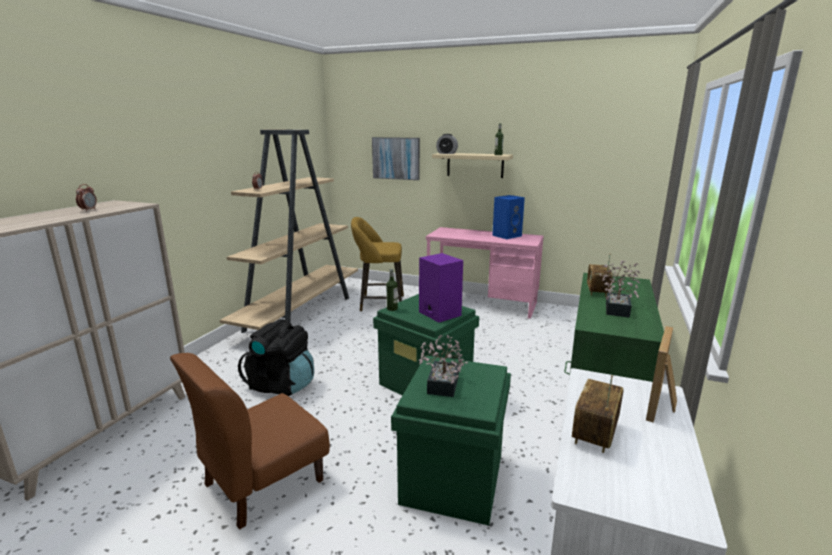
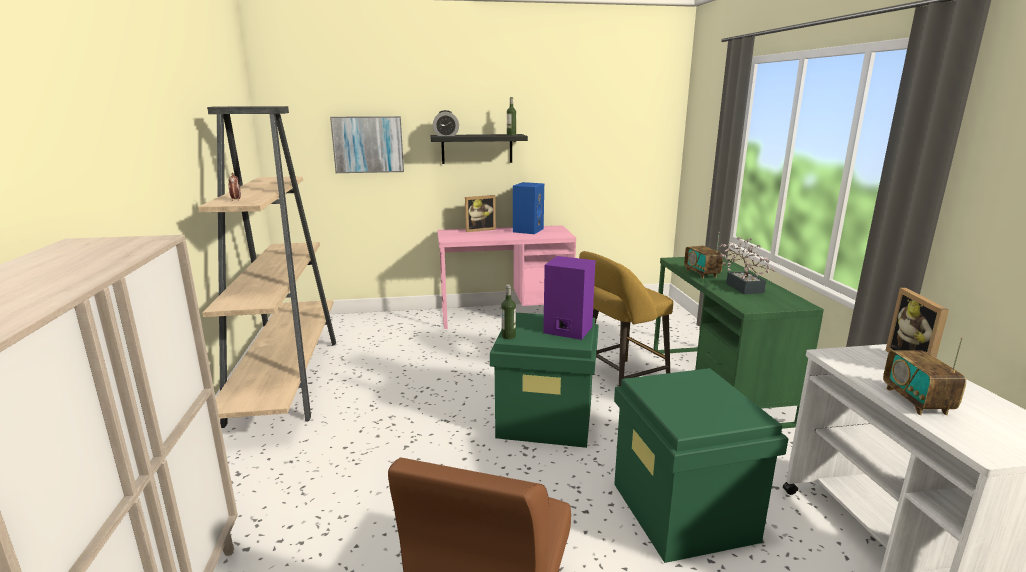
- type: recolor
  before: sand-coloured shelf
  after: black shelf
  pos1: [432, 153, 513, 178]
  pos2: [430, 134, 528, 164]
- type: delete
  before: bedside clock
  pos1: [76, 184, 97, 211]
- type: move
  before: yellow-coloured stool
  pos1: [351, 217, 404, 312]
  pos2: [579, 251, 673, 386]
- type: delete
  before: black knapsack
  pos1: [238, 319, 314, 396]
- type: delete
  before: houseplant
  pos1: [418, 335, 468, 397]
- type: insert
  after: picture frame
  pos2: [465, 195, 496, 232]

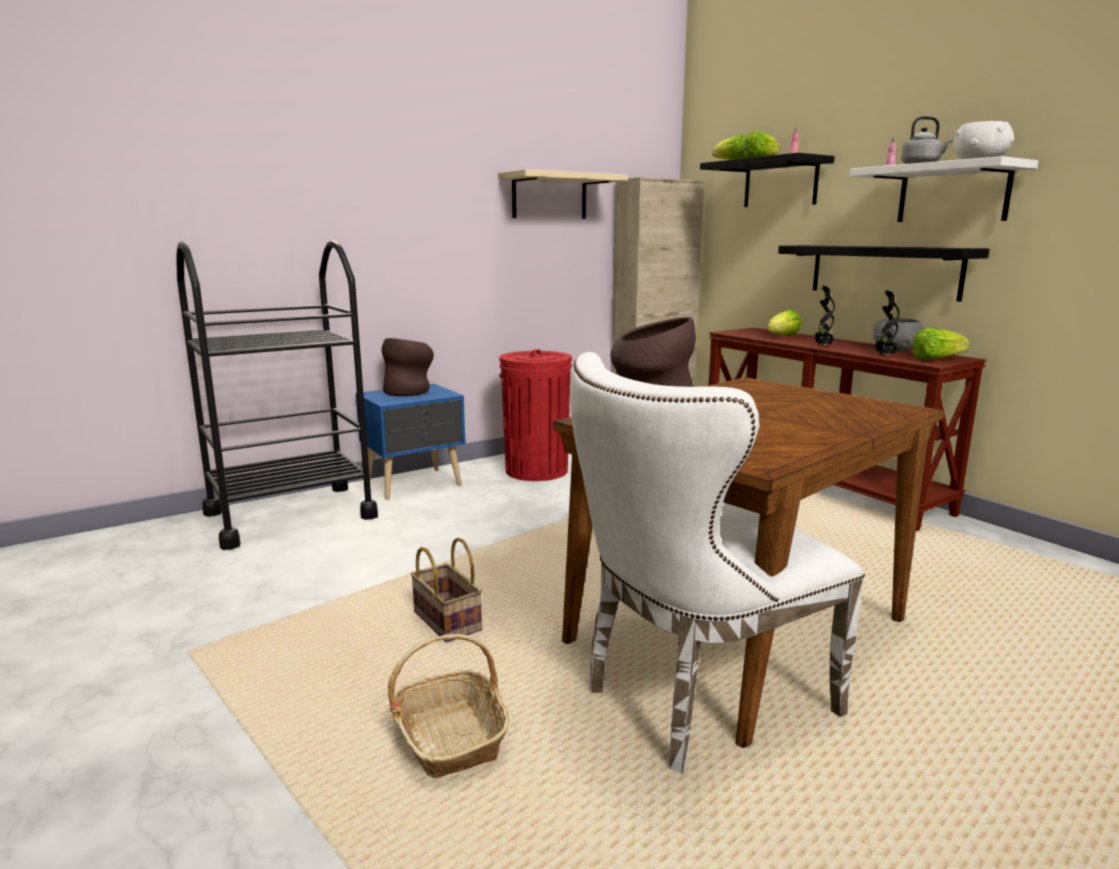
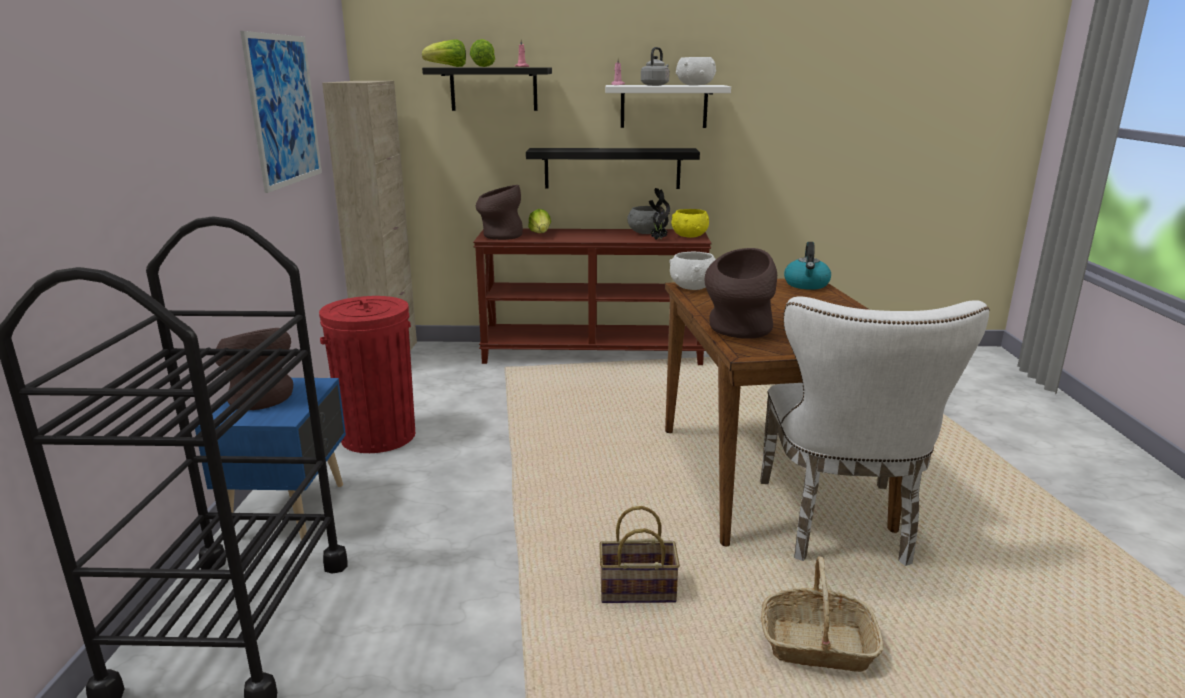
- type: replace
  before: sand-coloured shelf
  after: wall picture
  pos1: [498, 169, 628, 219]
  pos2: [240, 31, 322, 193]
- type: delete
  before: houseplant
  pos1: [814, 286, 835, 346]
- type: replace
  before: lettuce
  after: yellow-coloured deep dish
  pos1: [912, 328, 970, 360]
  pos2: [671, 209, 709, 238]
- type: insert
  after: brownish flower vase
  pos2: [476, 185, 523, 240]
- type: insert
  after: tea kettle
  pos2: [784, 242, 831, 290]
- type: insert
  after: white-coloured deep dish
  pos2: [669, 252, 716, 290]

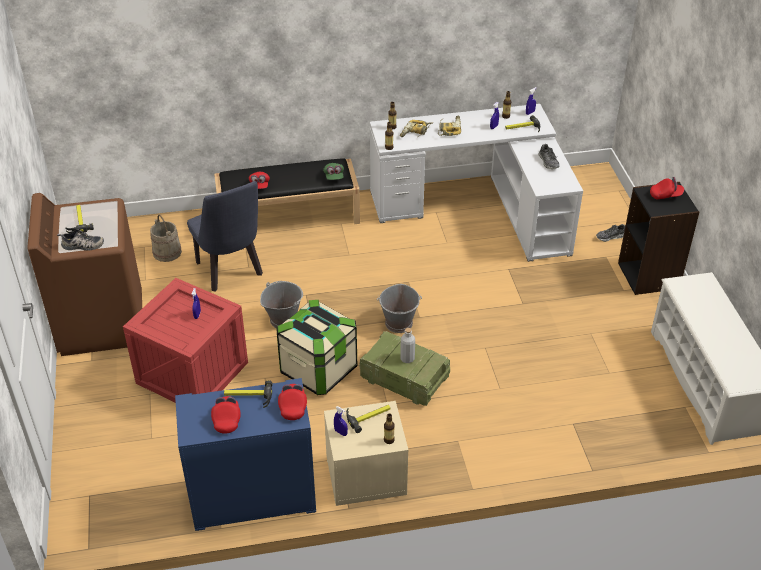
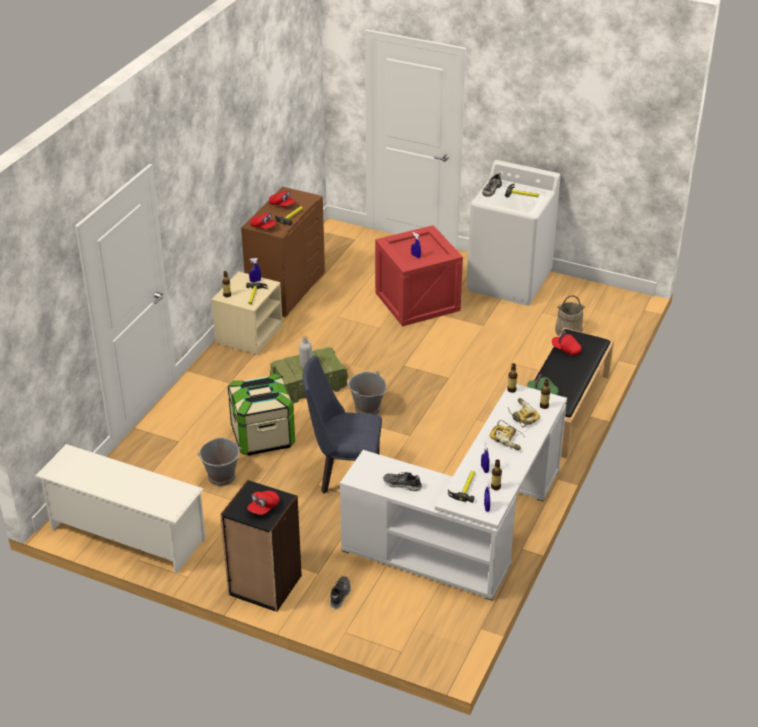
- type: move
  before: blue plain chair
  pos1: [187, 181, 263, 292]
  pos2: [302, 355, 382, 493]
- type: recolor
  before: brownish laundry appliance
  after: white-coloured laundry appliance
  pos1: [27, 193, 142, 356]
  pos2: [467, 160, 561, 306]
- type: move
  before: grey bucket
  pos1: [260, 281, 303, 328]
  pos2: [197, 437, 242, 486]
- type: move
  before: storage bin
  pos1: [276, 300, 357, 395]
  pos2: [228, 373, 295, 456]
- type: recolor
  before: blue chest of drawers
  after: brownish chest of drawers
  pos1: [175, 378, 316, 531]
  pos2: [241, 187, 325, 318]

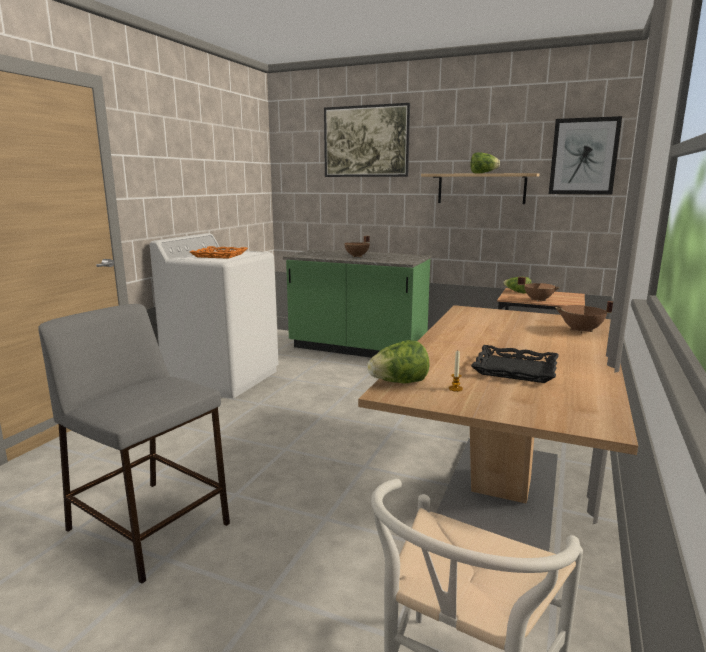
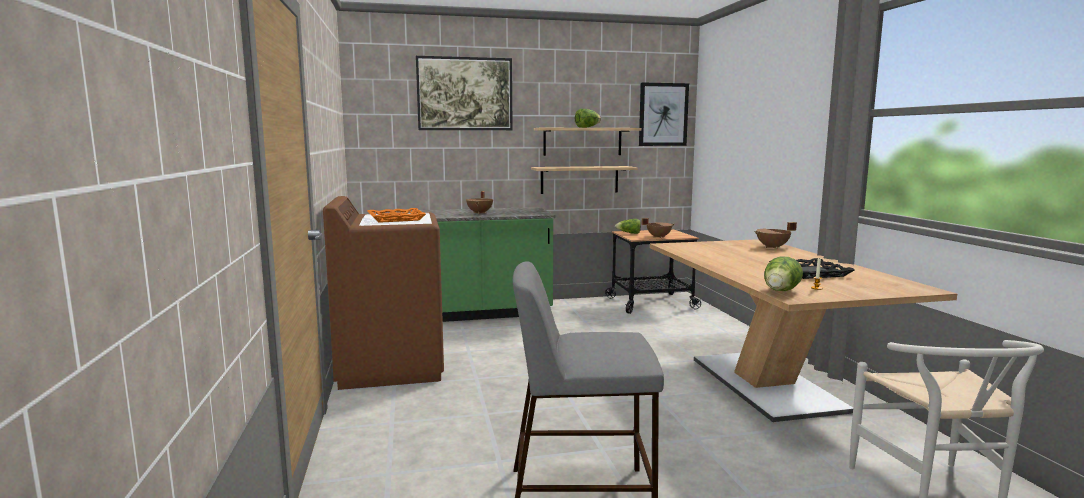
- type: recolor
  before: white-coloured laundry appliance
  after: brownish laundry appliance
  pos1: [150, 233, 278, 398]
  pos2: [323, 196, 444, 390]
- type: insert
  after: shelf
  pos2: [531, 166, 638, 194]

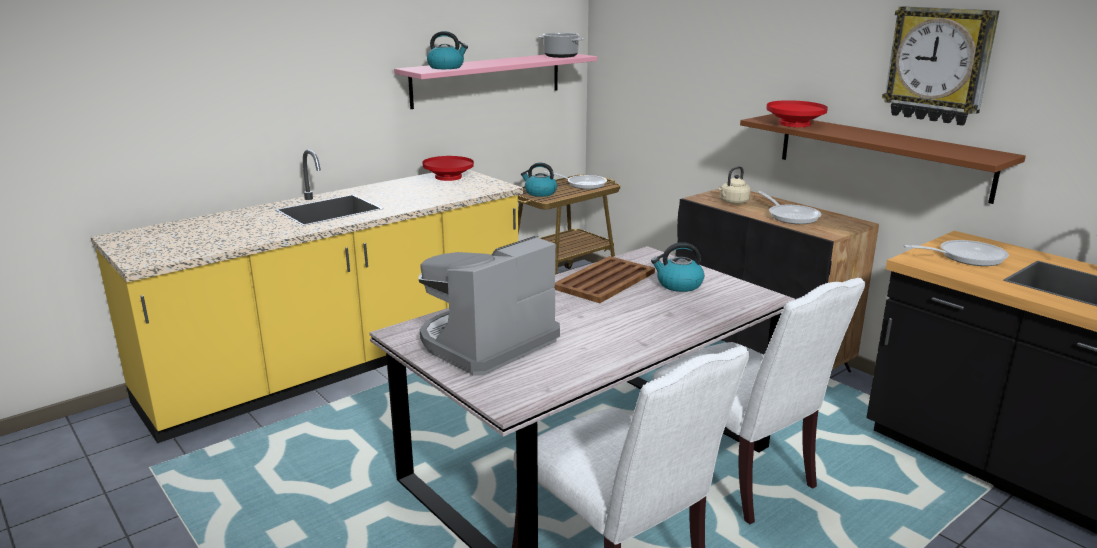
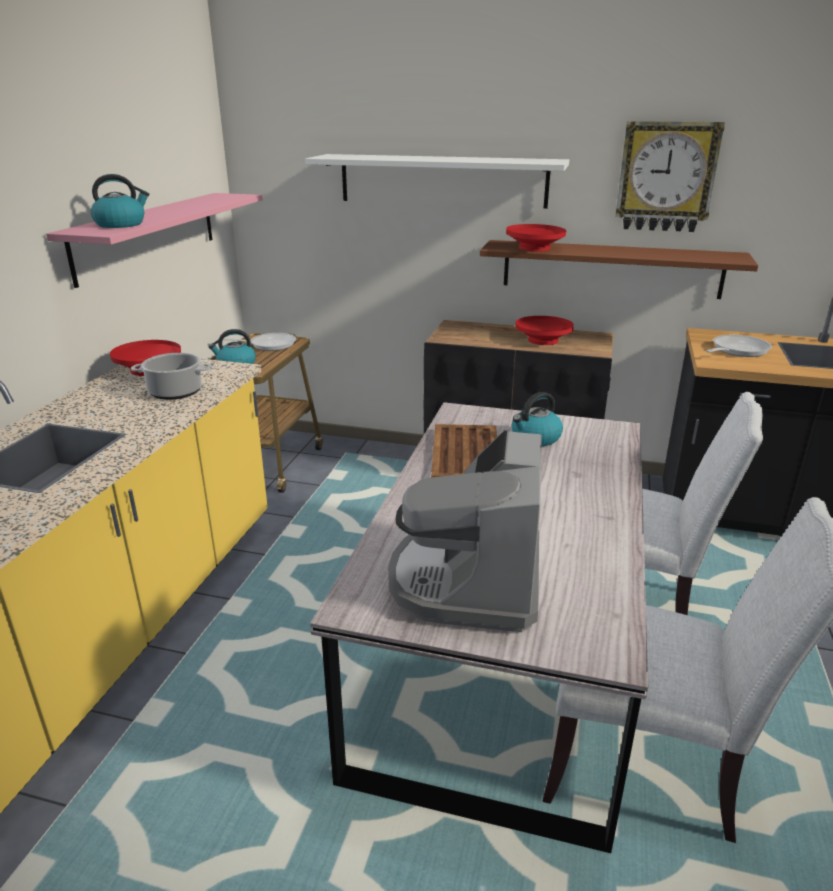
- type: move
  before: cooking pot
  pos1: [538, 33, 584, 58]
  pos2: [131, 353, 212, 400]
- type: delete
  before: sand-coloured tea kettle
  pos1: [719, 166, 751, 204]
- type: replace
  before: pan
  after: red deep dish
  pos1: [758, 191, 821, 224]
  pos2: [516, 316, 574, 345]
- type: insert
  after: white-coloured shelf
  pos2: [305, 154, 569, 209]

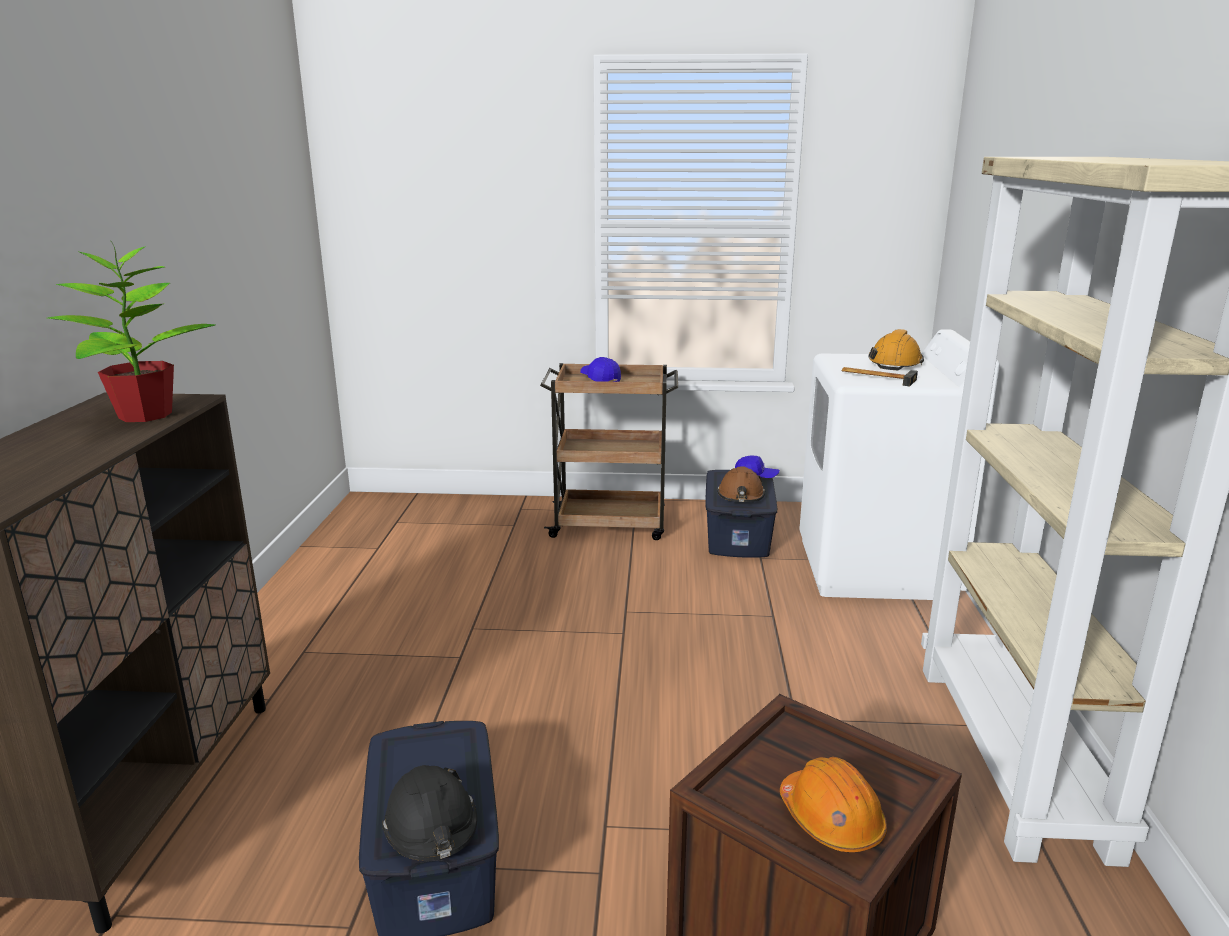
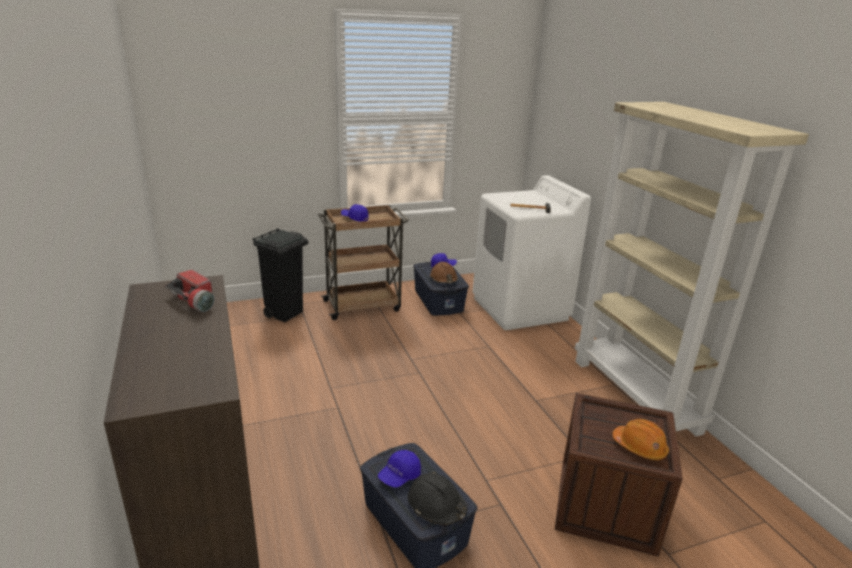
- type: replace
  before: houseplant
  after: flashlight
  pos1: [48, 240, 215, 422]
  pos2: [165, 270, 214, 312]
- type: delete
  before: orange work helmet
  pos1: [868, 329, 924, 370]
- type: insert
  after: black trash can
  pos2: [252, 228, 308, 322]
- type: insert
  after: blue cap
  pos2: [378, 450, 421, 488]

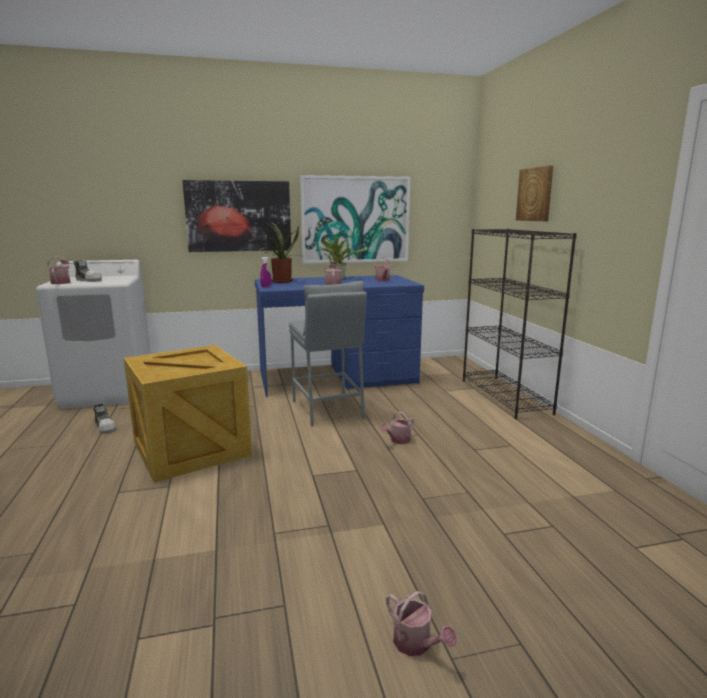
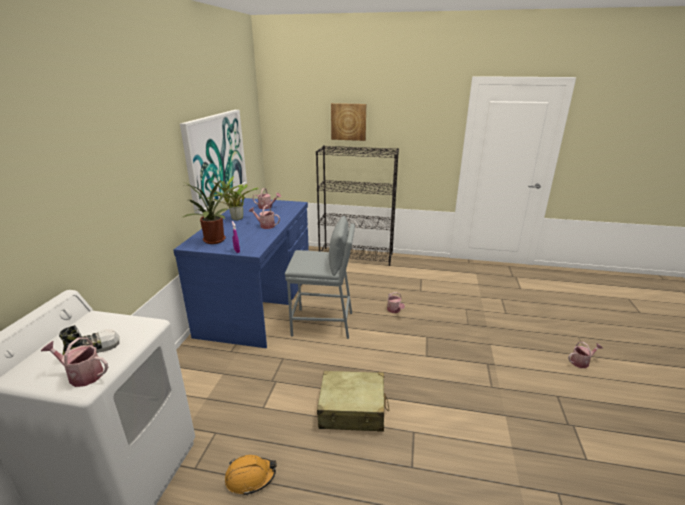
- type: delete
  before: wall picture
  pos1: [182, 180, 291, 252]
- type: replace
  before: crate
  after: sand-coloured suitcase
  pos1: [124, 345, 252, 482]
  pos2: [317, 371, 389, 432]
- type: replace
  before: shoe
  after: orange work helmet
  pos1: [93, 404, 116, 434]
  pos2: [225, 455, 277, 495]

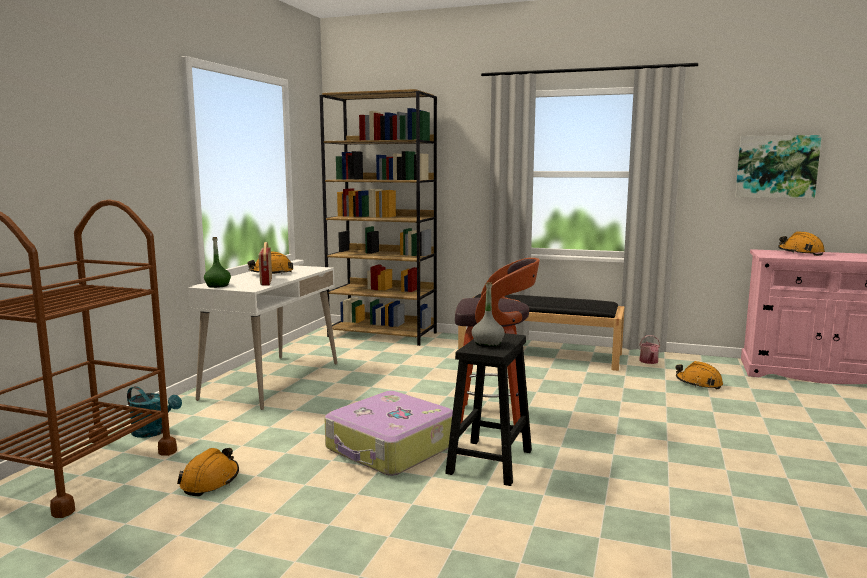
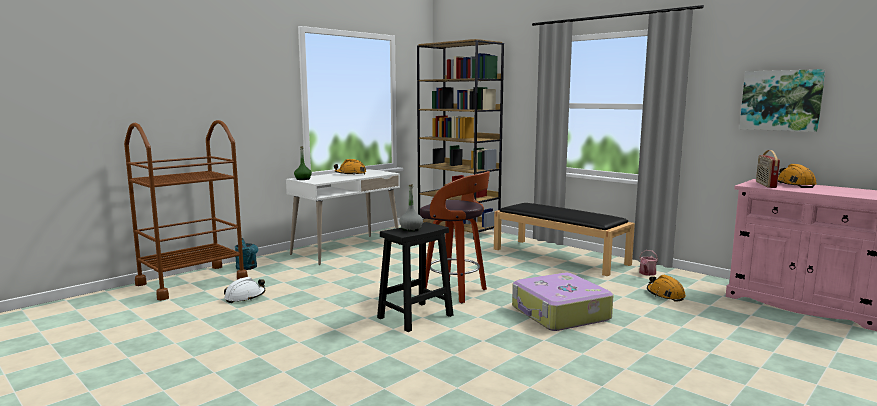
- type: move
  before: radio set
  pos1: [258, 242, 272, 286]
  pos2: [756, 150, 780, 188]
- type: move
  before: suitcase
  pos1: [324, 391, 453, 476]
  pos2: [512, 273, 613, 331]
- type: recolor
  before: orange work helmet
  after: white-coloured work helmet
  pos1: [177, 448, 239, 496]
  pos2: [224, 277, 265, 303]

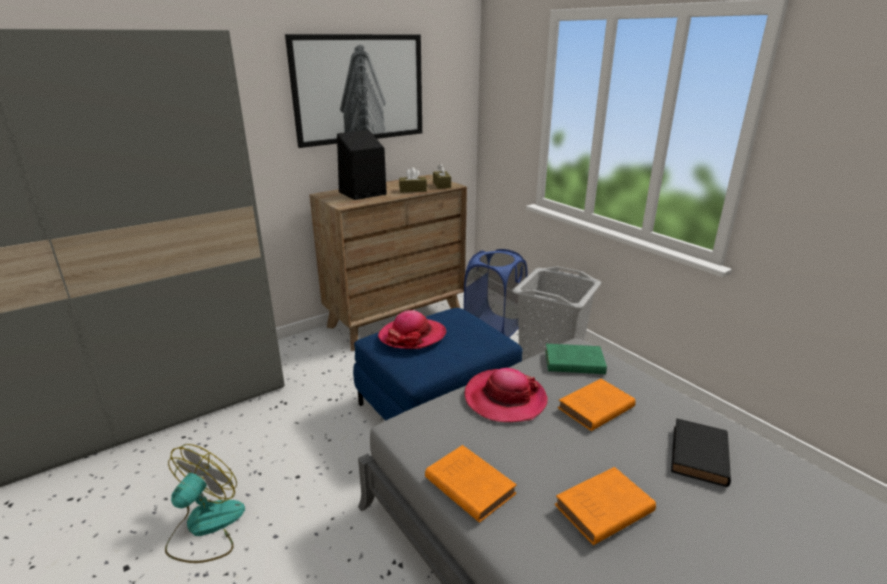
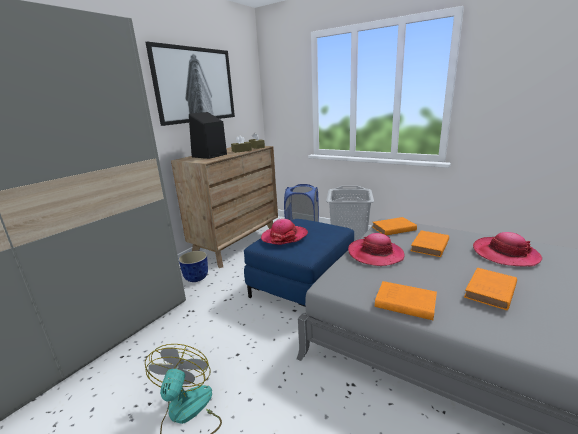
- type: recolor
  before: green volume
  after: orange volume
  pos1: [545, 344, 607, 374]
  pos2: [372, 217, 417, 235]
- type: replace
  before: black volume
  after: wearable hat
  pos1: [671, 419, 731, 487]
  pos2: [473, 232, 542, 267]
- type: insert
  after: planter
  pos2: [178, 251, 208, 282]

